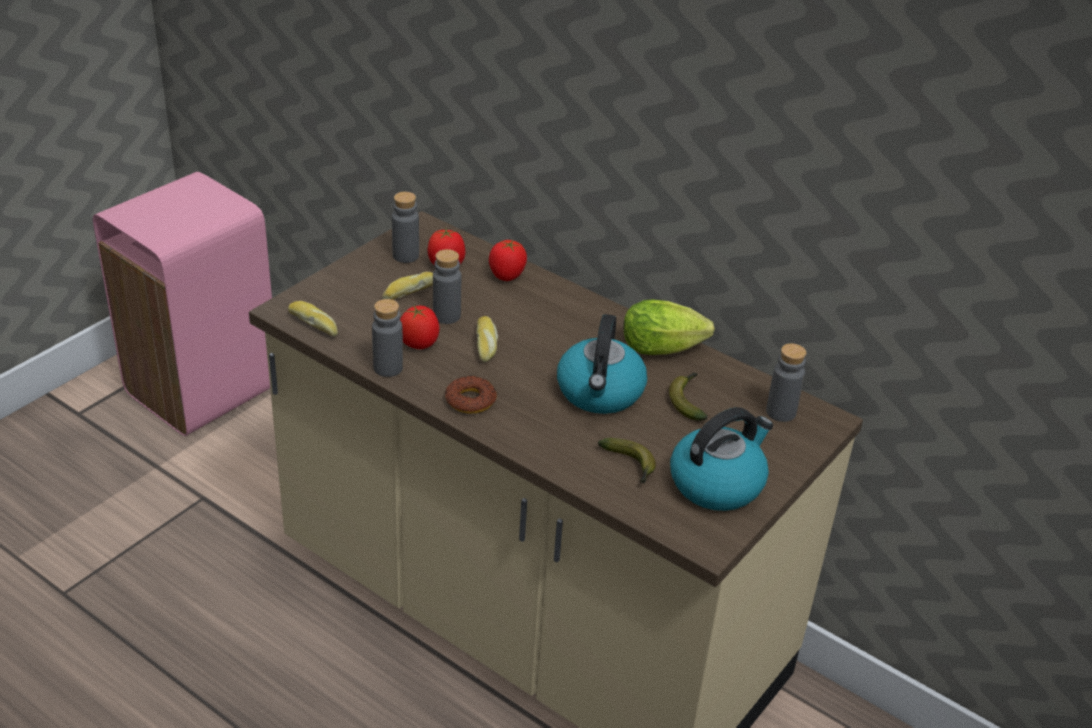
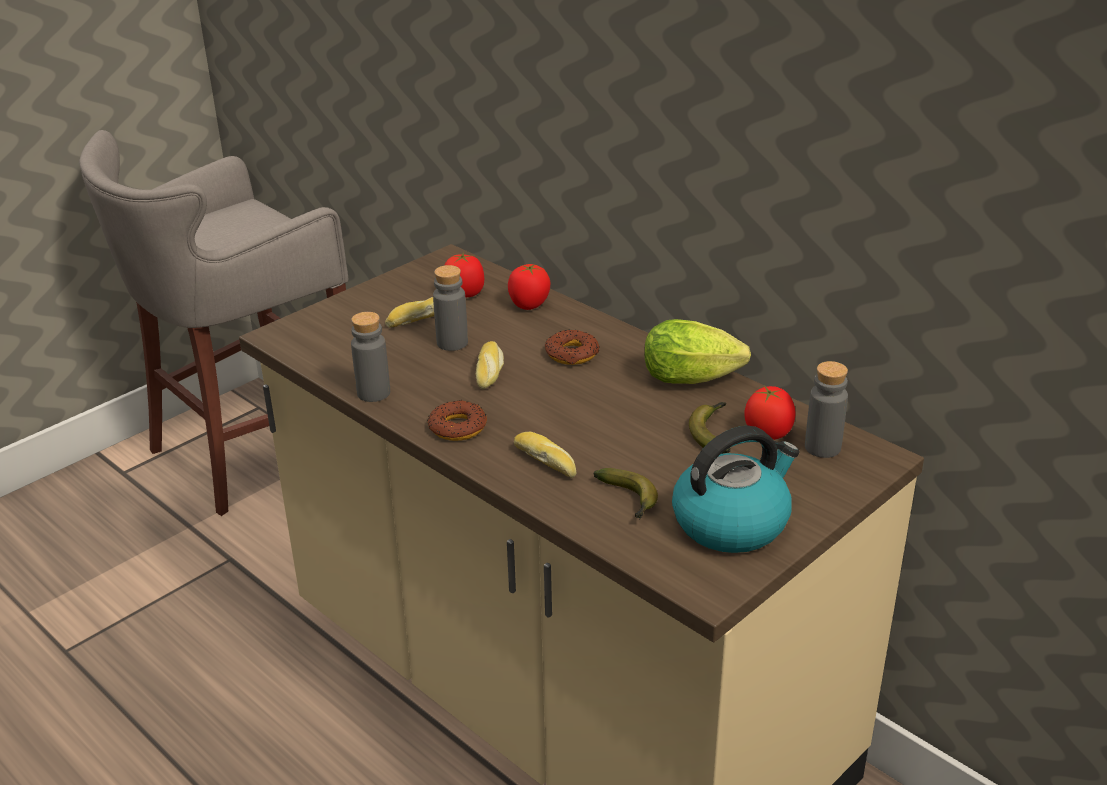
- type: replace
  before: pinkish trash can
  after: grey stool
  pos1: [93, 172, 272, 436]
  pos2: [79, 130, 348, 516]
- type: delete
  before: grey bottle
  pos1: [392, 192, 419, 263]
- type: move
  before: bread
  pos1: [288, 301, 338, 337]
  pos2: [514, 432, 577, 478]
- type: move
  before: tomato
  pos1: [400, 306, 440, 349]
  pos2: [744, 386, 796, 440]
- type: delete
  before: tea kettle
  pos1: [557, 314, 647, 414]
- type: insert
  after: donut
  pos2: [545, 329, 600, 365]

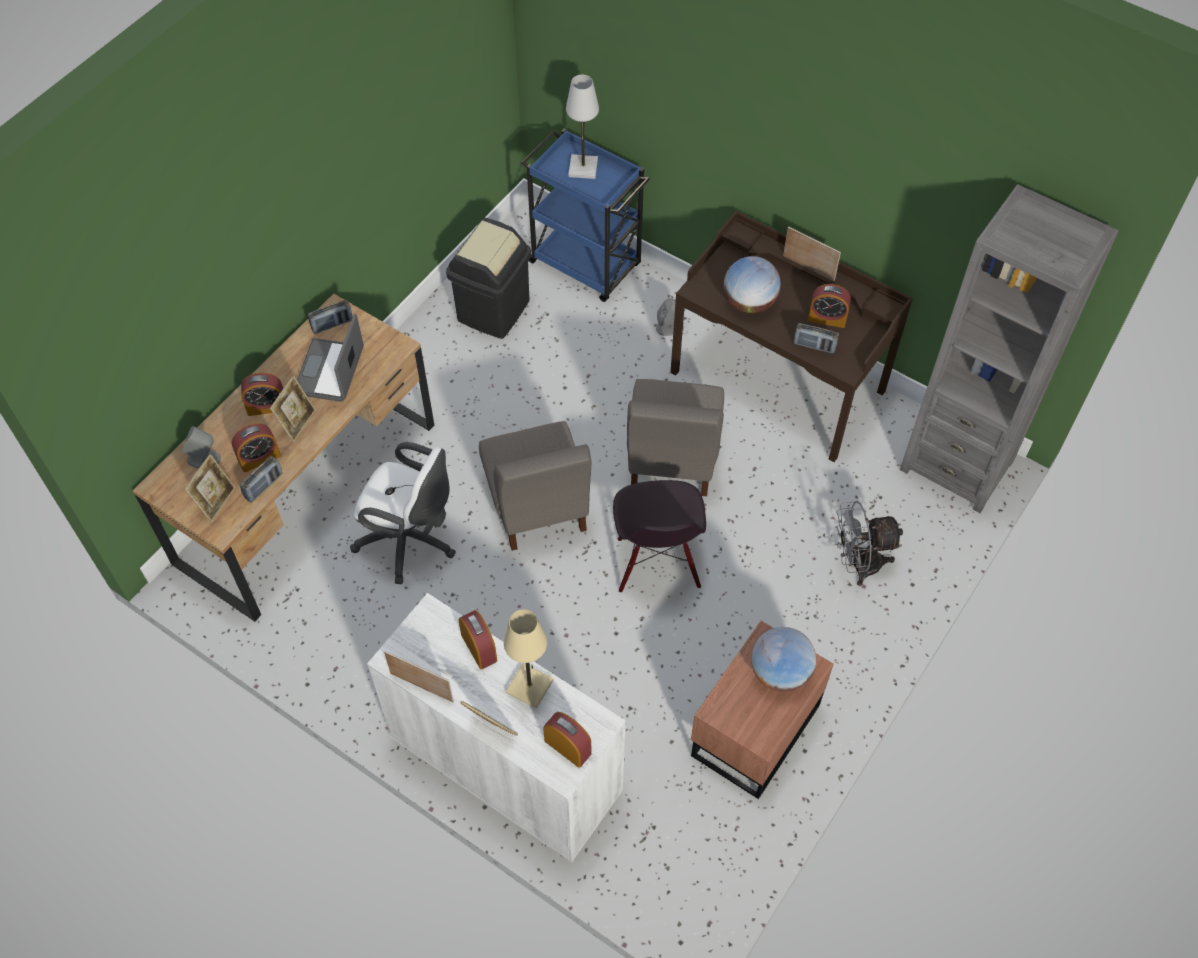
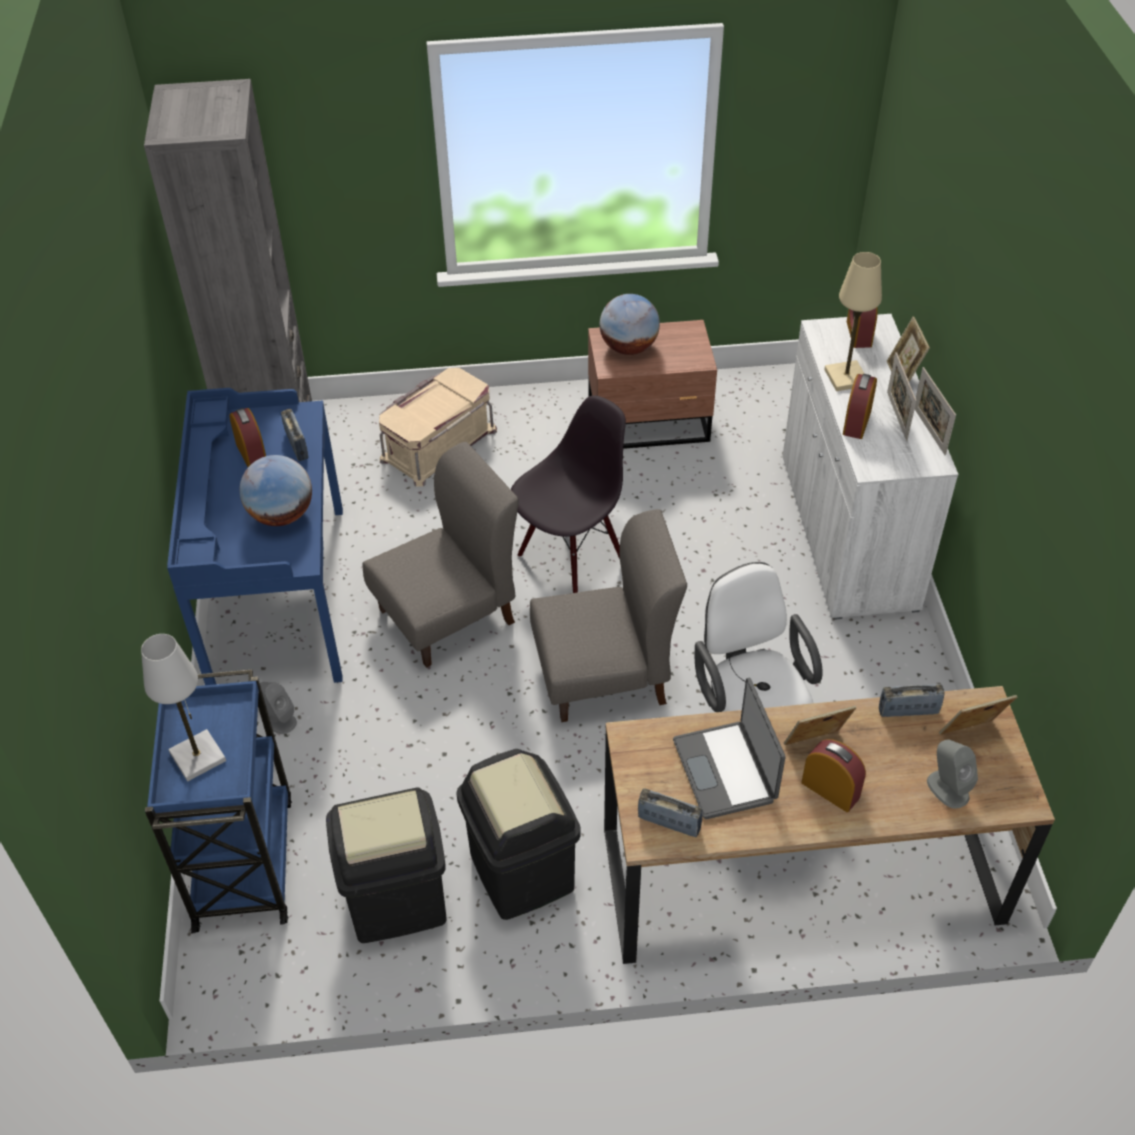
- type: recolor
  before: brownish desk
  after: blue desk
  pos1: [670, 211, 913, 462]
  pos2: [167, 388, 343, 685]
- type: move
  before: picture frame
  pos1: [783, 226, 841, 281]
  pos2: [887, 352, 917, 441]
- type: rotate
  before: notebook computer
  pos1: [297, 314, 364, 402]
  pos2: [673, 678, 785, 819]
  turn: 105
- type: rotate
  before: grey plain chair
  pos1: [479, 421, 592, 551]
  pos2: [530, 509, 687, 722]
  turn: 45
- type: delete
  before: bedside clock
  pos1: [232, 423, 281, 473]
- type: replace
  before: grey electric fan
  after: sand-coloured storage bin
  pos1: [835, 501, 903, 586]
  pos2: [379, 368, 497, 487]
- type: insert
  after: black trash can
  pos2: [456, 749, 581, 920]

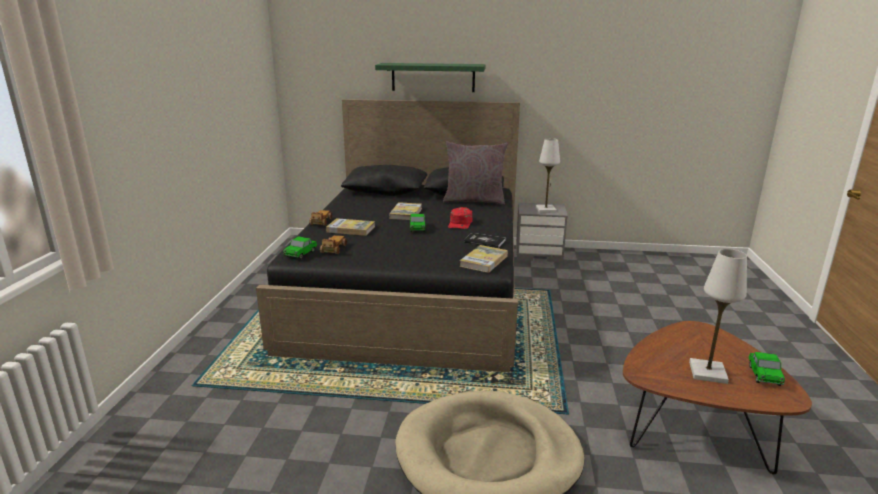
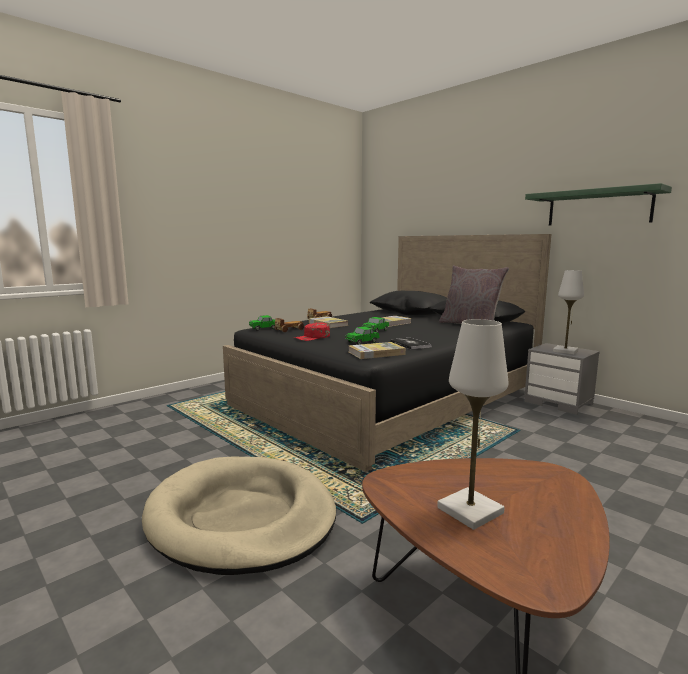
- type: move
  before: green shelf
  pos1: [375, 63, 486, 92]
  pos2: [525, 183, 672, 225]
- type: move
  before: red cap
  pos1: [448, 207, 473, 229]
  pos2: [294, 323, 330, 341]
- type: move
  before: toy car
  pos1: [749, 352, 785, 386]
  pos2: [345, 327, 380, 345]

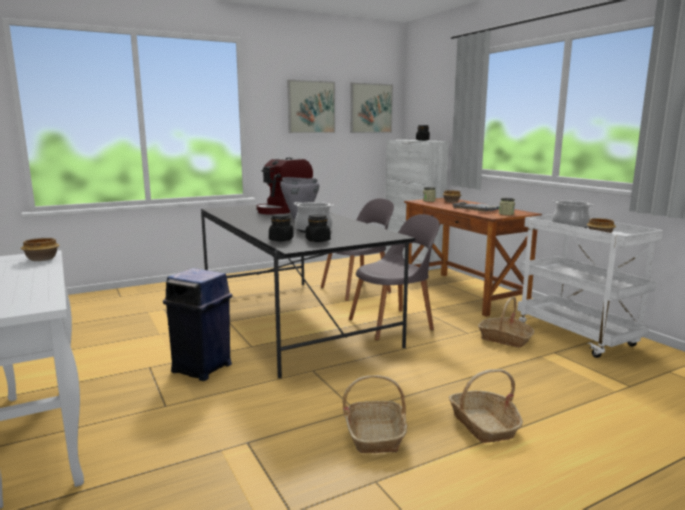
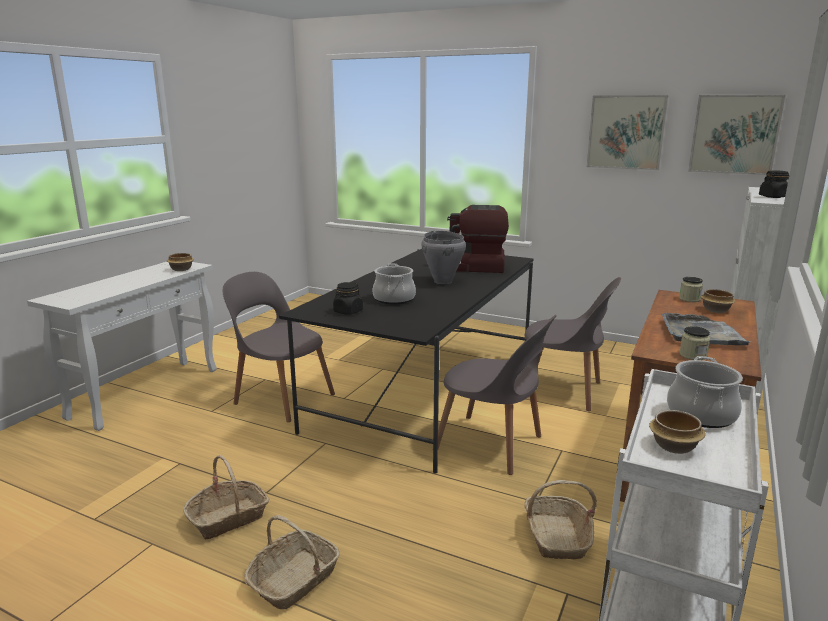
- type: delete
  before: black preserve jar
  pos1: [269, 214, 294, 241]
- type: replace
  before: blue trash can
  after: grey plain chair
  pos1: [163, 268, 232, 381]
  pos2: [222, 272, 335, 422]

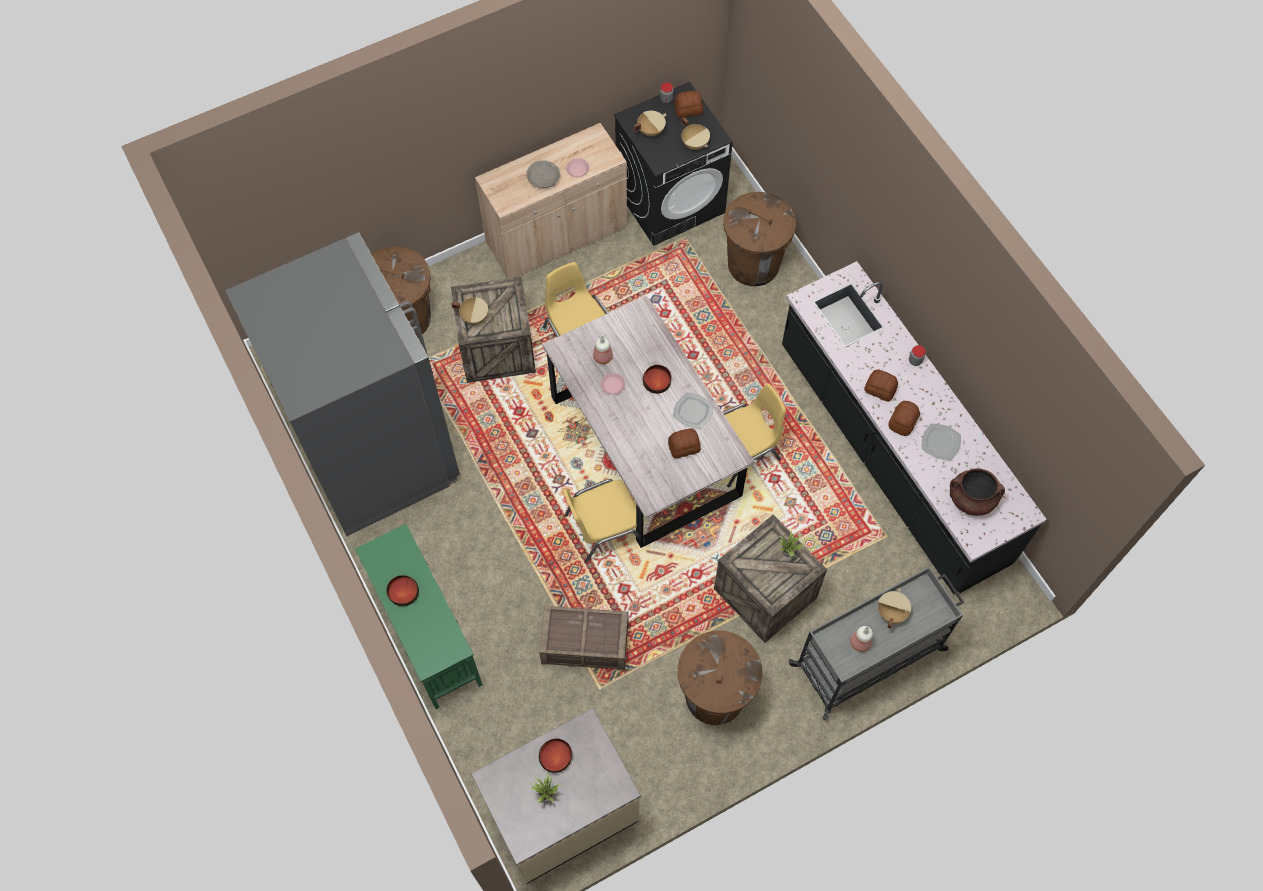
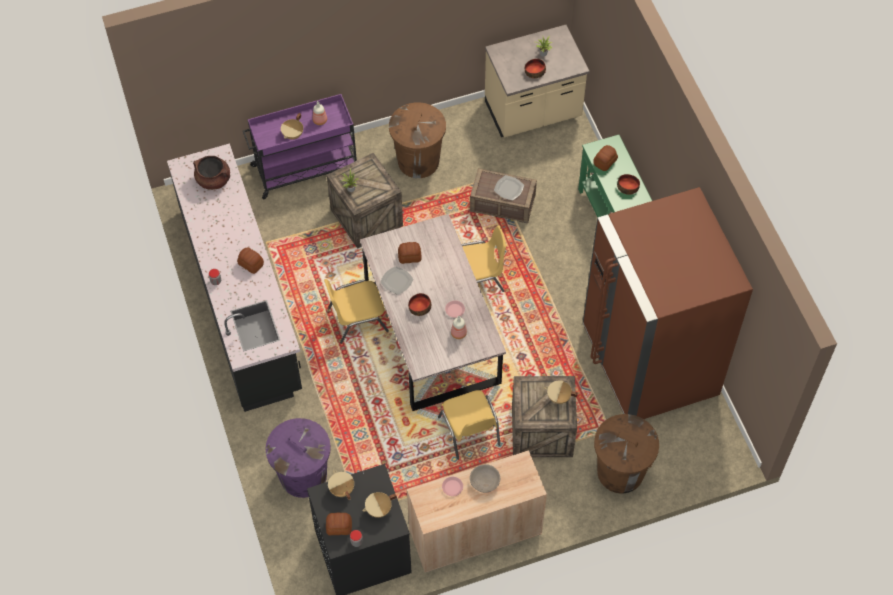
- type: recolor
  before: brownish trash can
  after: purple-coloured trash can
  pos1: [723, 192, 796, 286]
  pos2: [266, 418, 331, 498]
- type: recolor
  before: grey refrigerator
  after: brownish refrigerator
  pos1: [225, 232, 460, 536]
  pos2: [583, 187, 753, 419]
- type: move
  before: bread
  pos1: [888, 401, 920, 436]
  pos2: [594, 145, 618, 171]
- type: move
  before: plate
  pos1: [922, 423, 961, 460]
  pos2: [494, 175, 524, 200]
- type: recolor
  before: grey trolley
  after: purple-coloured trolley
  pos1: [789, 566, 964, 720]
  pos2: [243, 94, 357, 199]

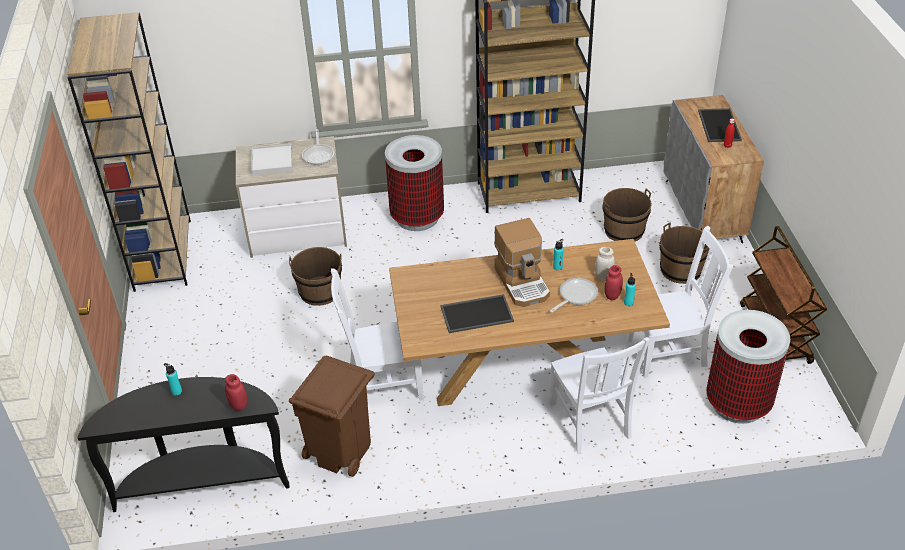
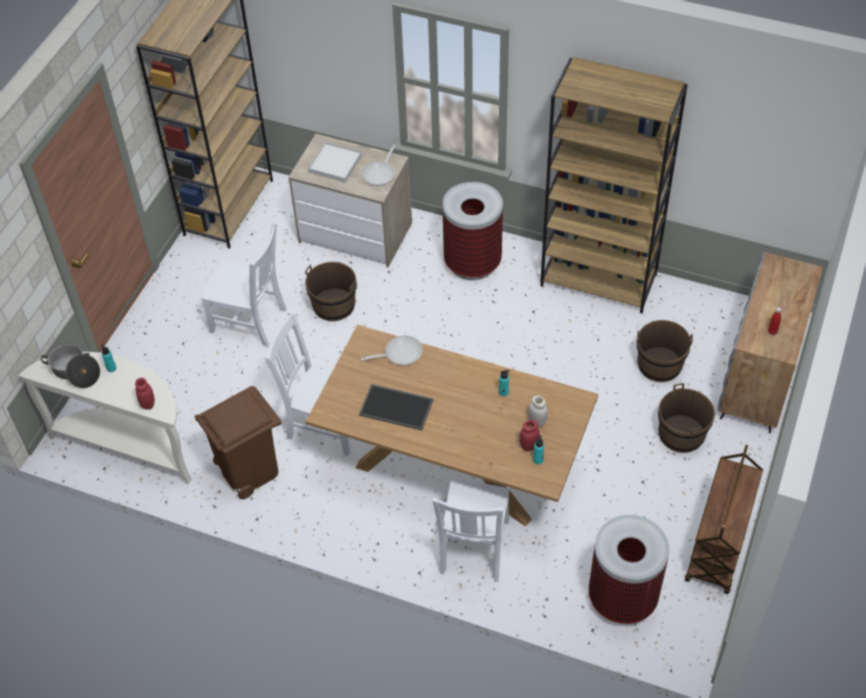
- type: delete
  before: serving tray
  pos1: [698, 108, 742, 142]
- type: delete
  before: coffee maker
  pos1: [494, 218, 550, 307]
- type: move
  before: white-coloured plain chair
  pos1: [626, 226, 733, 378]
  pos2: [201, 221, 287, 347]
- type: move
  before: pan
  pos1: [550, 278, 598, 313]
  pos2: [361, 335, 423, 365]
- type: recolor
  before: black console table
  after: white-coloured console table
  pos1: [78, 377, 289, 512]
  pos2: [19, 352, 192, 484]
- type: insert
  after: cooking pot
  pos2: [41, 343, 100, 388]

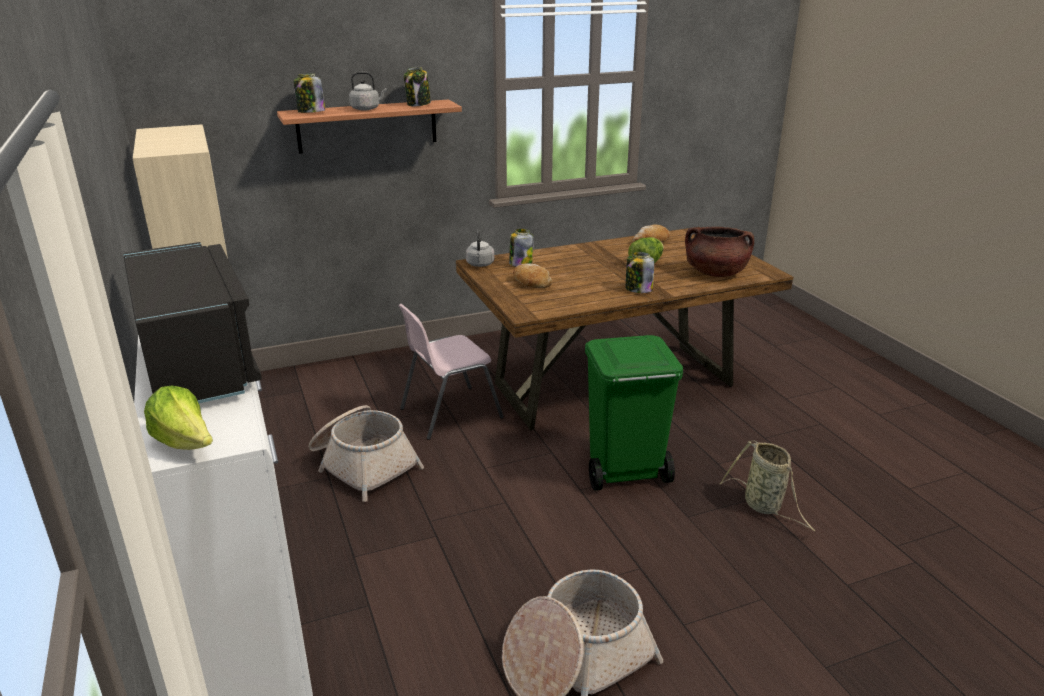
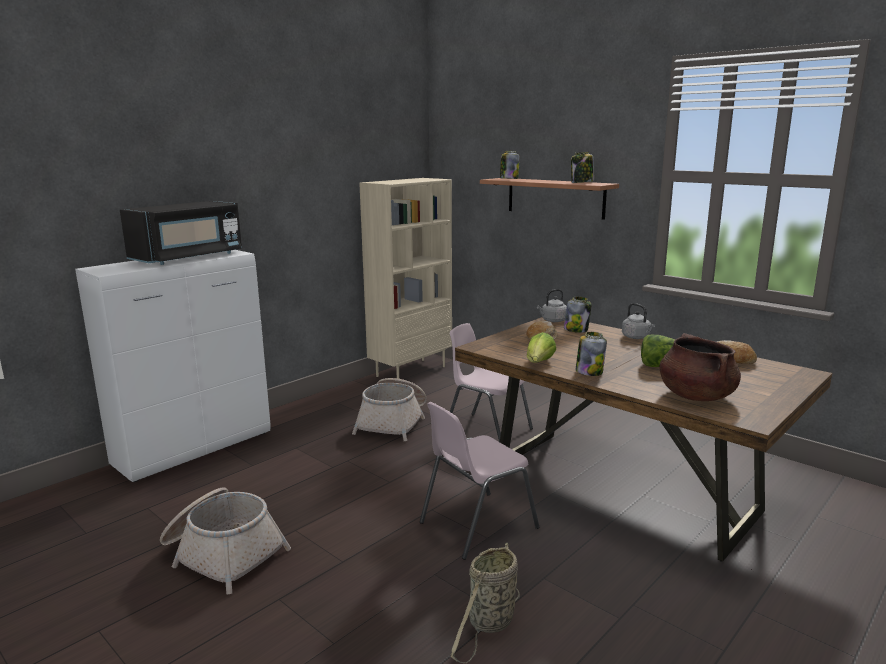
- type: move
  before: grey tea kettle
  pos1: [349, 72, 387, 111]
  pos2: [622, 303, 655, 339]
- type: replace
  before: green trash can
  after: pinkish plain chair
  pos1: [585, 335, 683, 491]
  pos2: [420, 402, 539, 560]
- type: move
  before: lettuce
  pos1: [144, 385, 213, 450]
  pos2: [527, 332, 556, 362]

